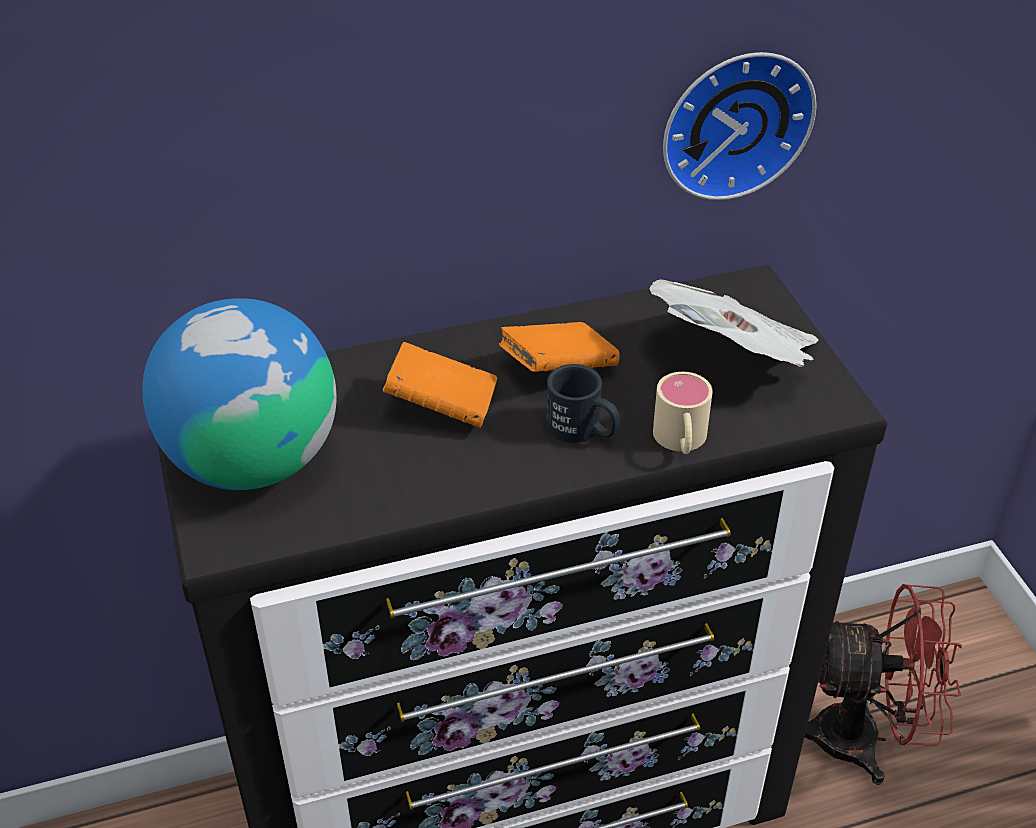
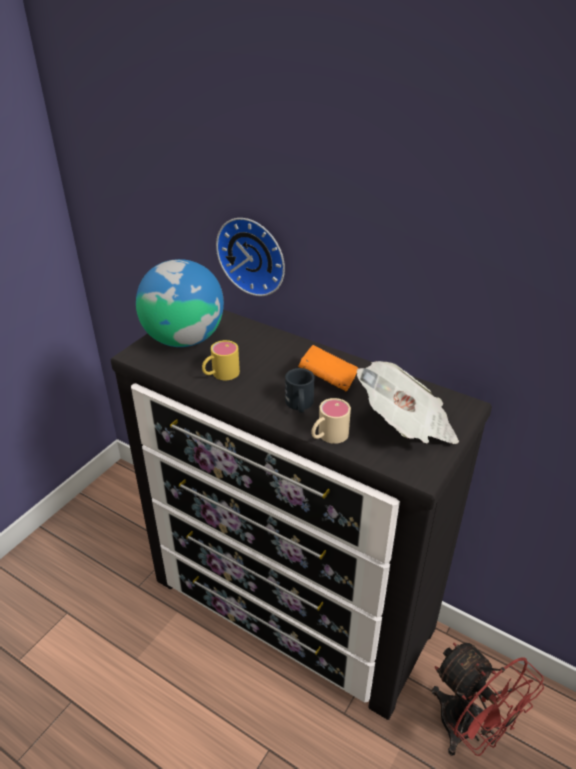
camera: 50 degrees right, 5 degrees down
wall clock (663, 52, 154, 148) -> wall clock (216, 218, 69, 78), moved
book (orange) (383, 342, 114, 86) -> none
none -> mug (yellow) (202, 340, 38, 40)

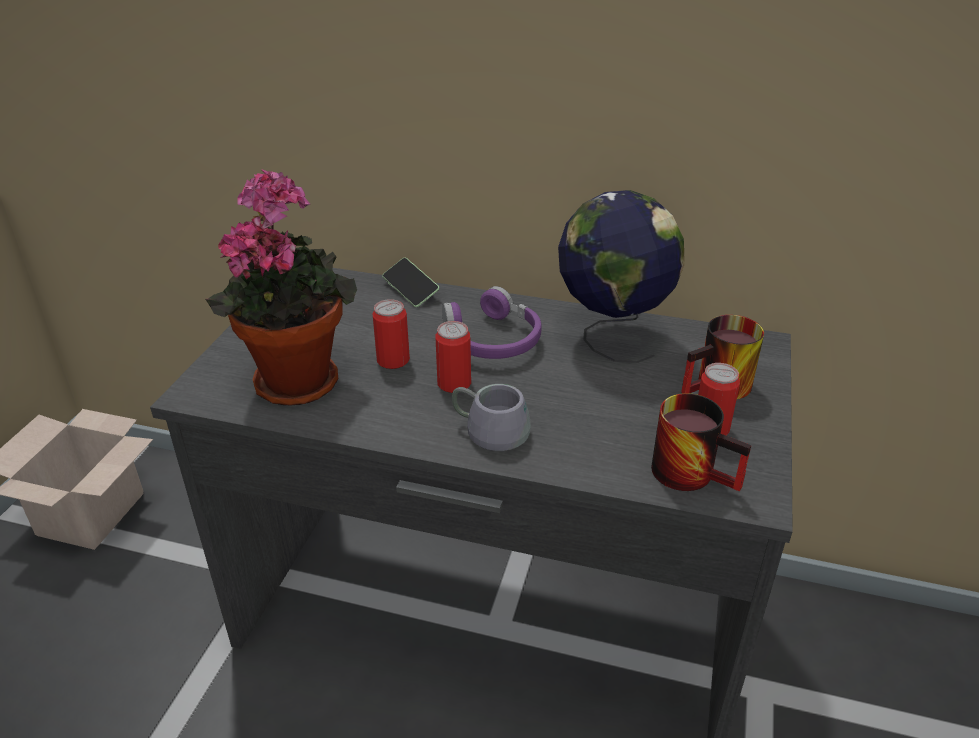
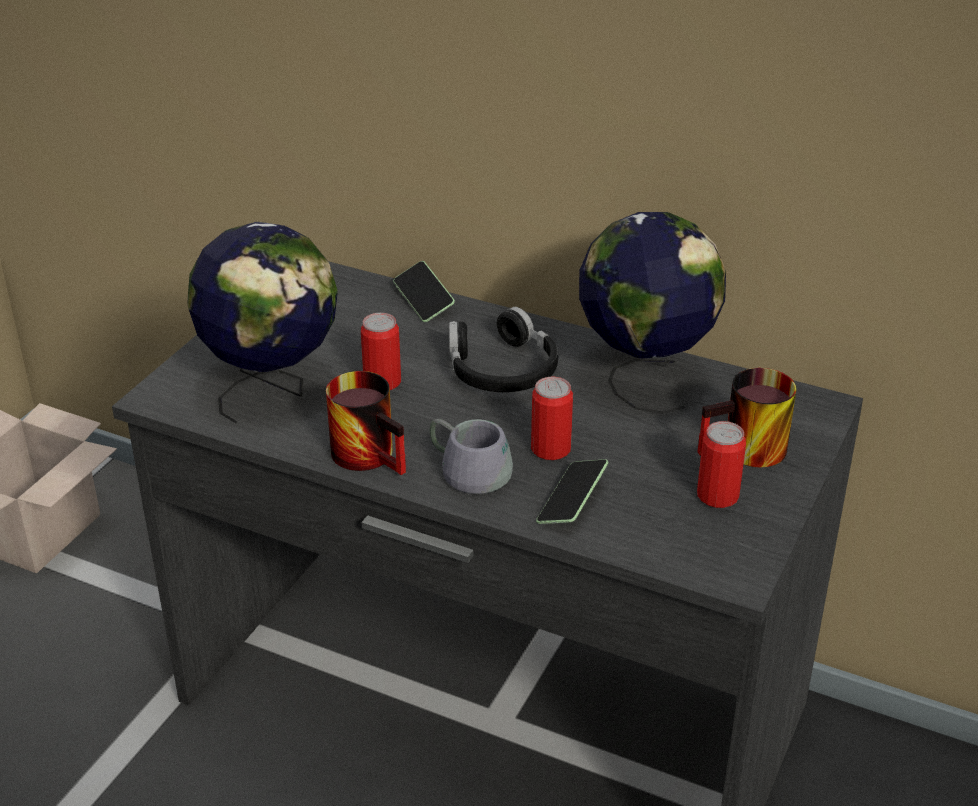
camera: 10 degrees right, 0 degrees up
potted plant (206, 169, 151, 237) -> globe (187, 222, 151, 202)
headphones (purple) (442, 286, 100, 73) -> headphones (black) (449, 307, 109, 85)
can (435, 321, 36, 72) -> can (531, 377, 42, 83), moved
mug (651, 393, 100, 98) -> mug (326, 371, 80, 104), moved
none -> phone (536, 459, 73, 65)

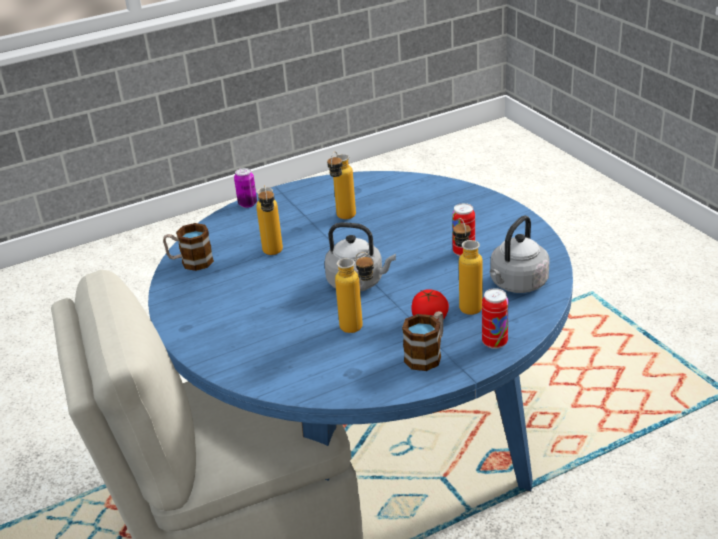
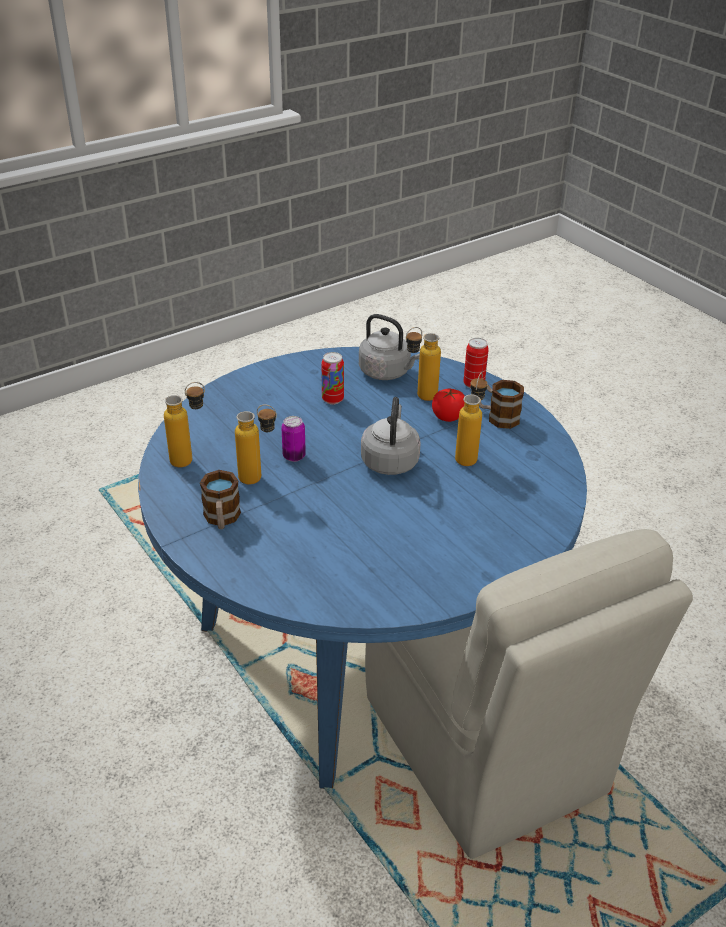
camera: 100 degrees left, 5 degrees up
can (234, 168, 23, 40) -> can (281, 416, 25, 46), moved
bottle (256, 185, 27, 70) -> bottle (164, 382, 41, 85), moved
mug (163, 223, 51, 48) -> mug (200, 470, 41, 59), moved

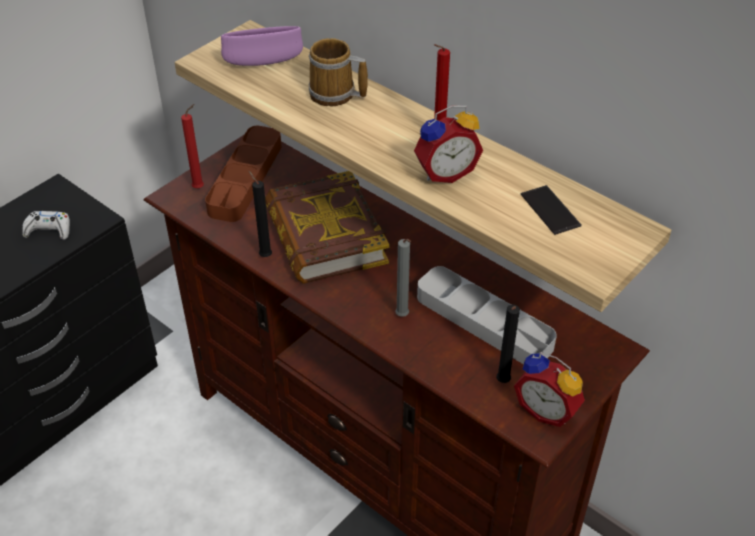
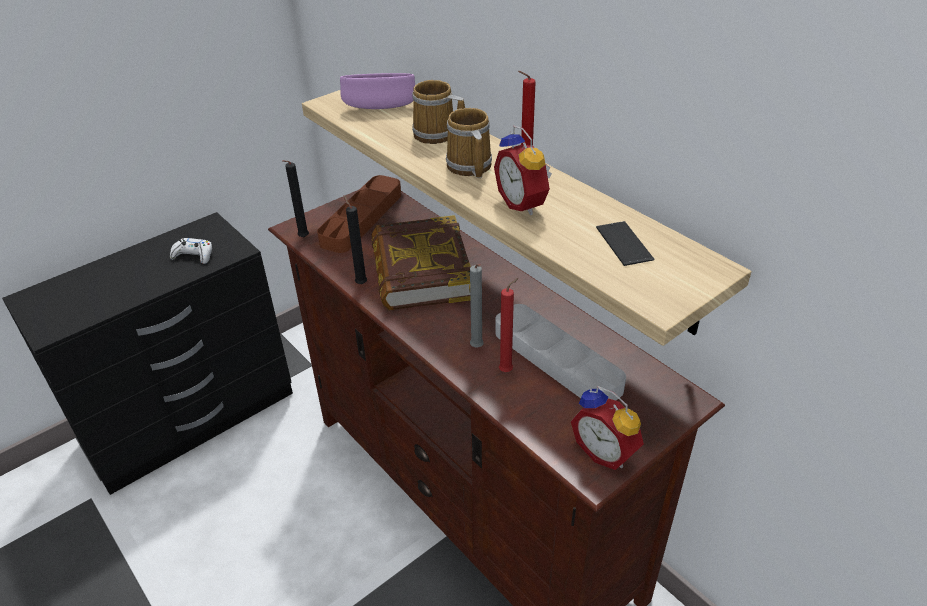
camera: 10 degrees right, 5 degrees down
candle (red) (181, 104, 23, 85) -> candle (red) (499, 278, 20, 94), moved
alarm clock (414, 105, 69, 78) -> alarm clock (494, 126, 58, 89), 75 degrees clockwise
candle (black) (496, 305, 24, 78) -> candle (black) (282, 160, 27, 77), moved
none -> mug (446, 108, 46, 70)

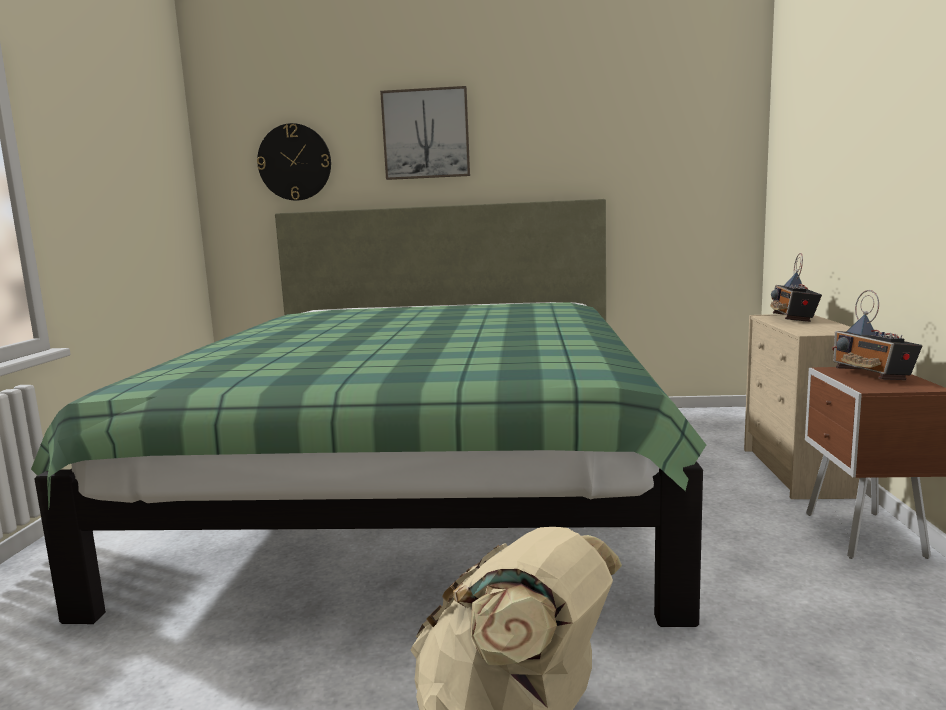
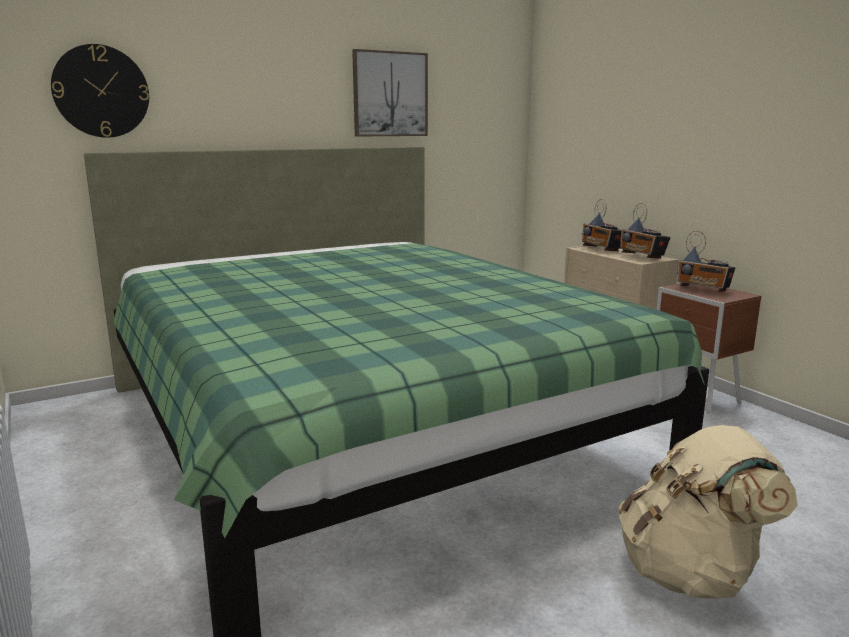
camera: 35 degrees left, 5 degrees up
picture (380, 86, 90, 94) -> picture (352, 49, 76, 88), moved
none -> radio (620, 203, 51, 56)

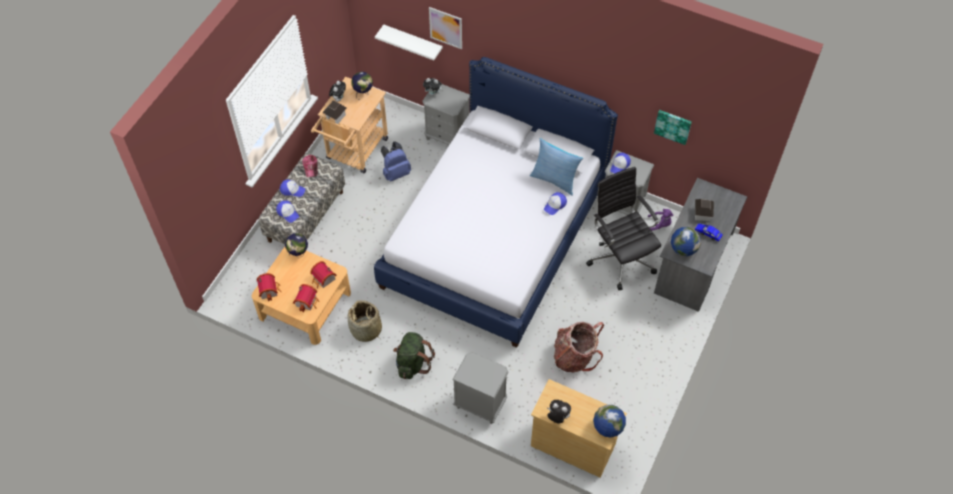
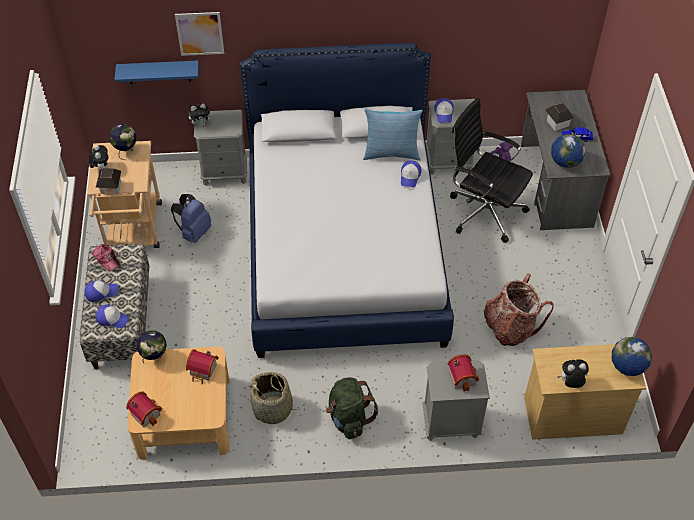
camera: 30 degrees left, 5 degrees down
shelf (white) (375, 24, 68, 36) -> shelf (blue) (115, 61, 84, 23)
picture (654, 110, 38, 35) -> none
toy house (293, 284, 27, 28) -> toy house (447, 354, 33, 38), moved

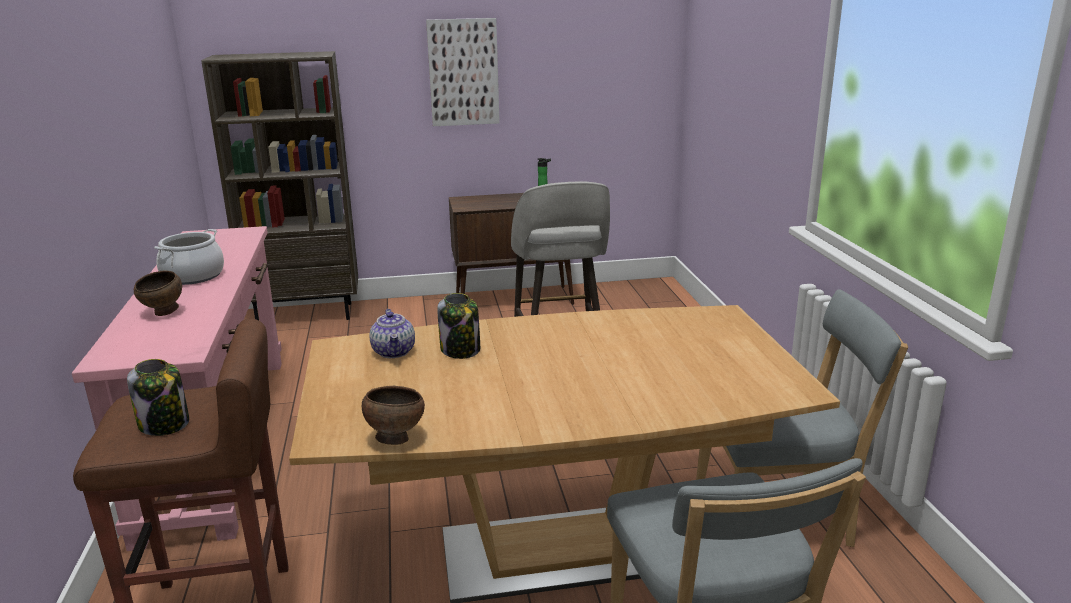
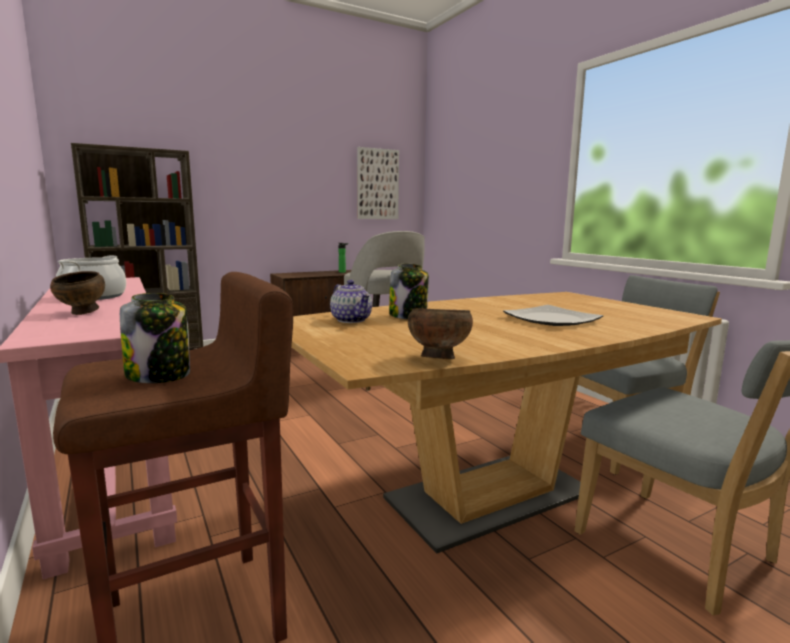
camera: 20 degrees left, 10 degrees down
picture (426, 18, 74, 108) -> picture (357, 147, 42, 72), moved
none -> plate (503, 305, 100, 21)

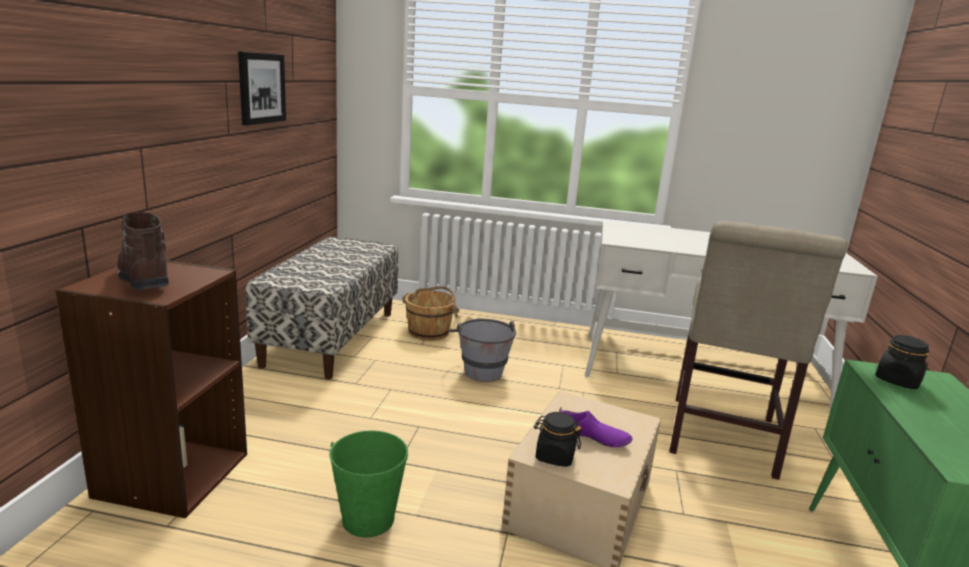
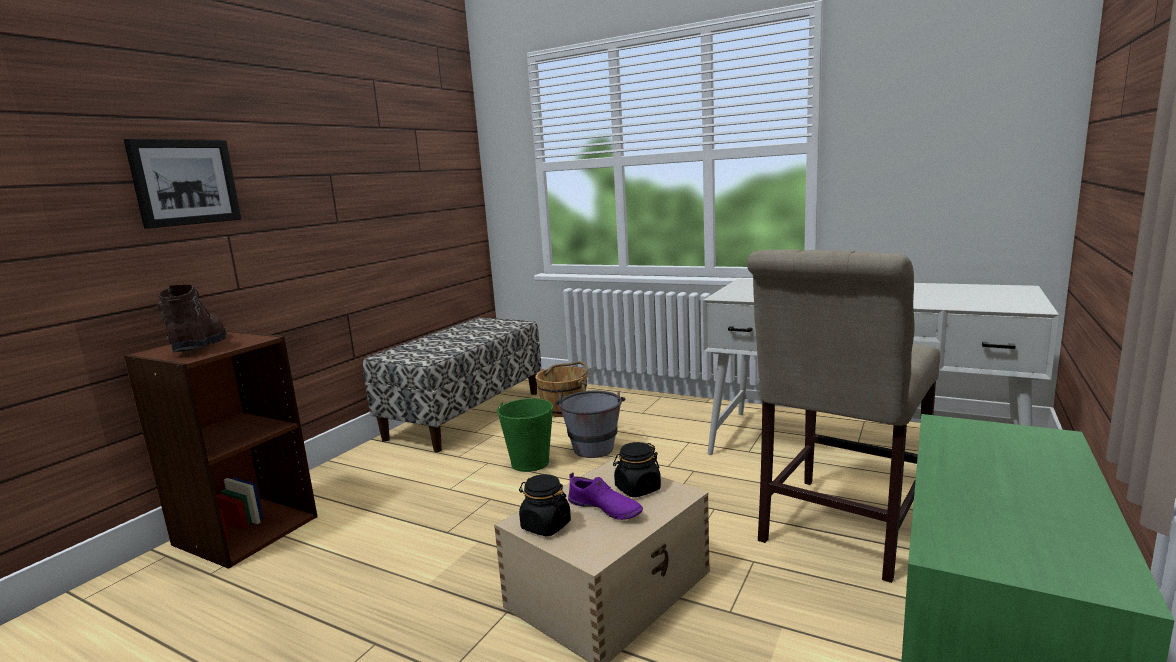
camera: 20 degrees right, 5 degrees down
picture (238, 51, 48, 75) -> picture (124, 139, 117, 90), moved
jar (black) (875, 335, 54, 54) -> jar (black) (613, 442, 48, 55), moved
bucket (green) (330, 430, 78, 107) -> bucket (green) (497, 398, 56, 74), moved

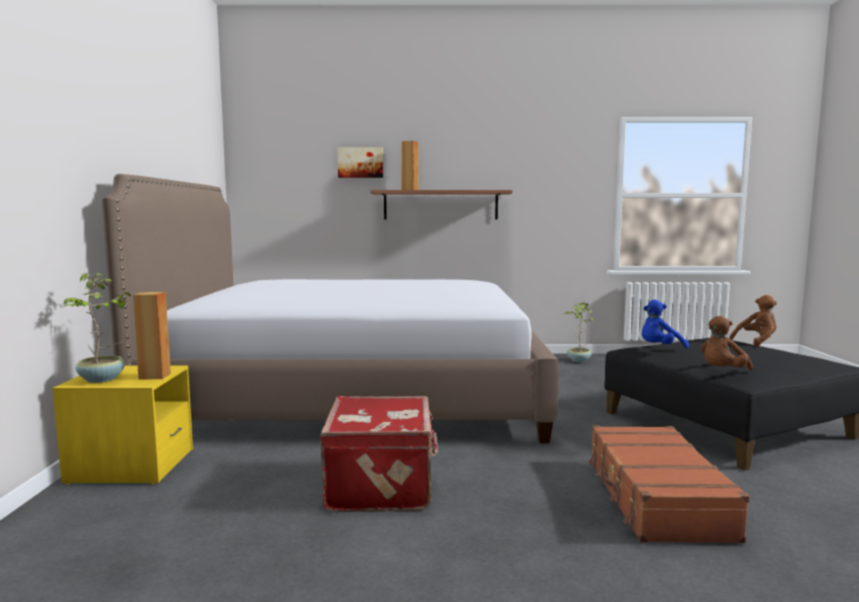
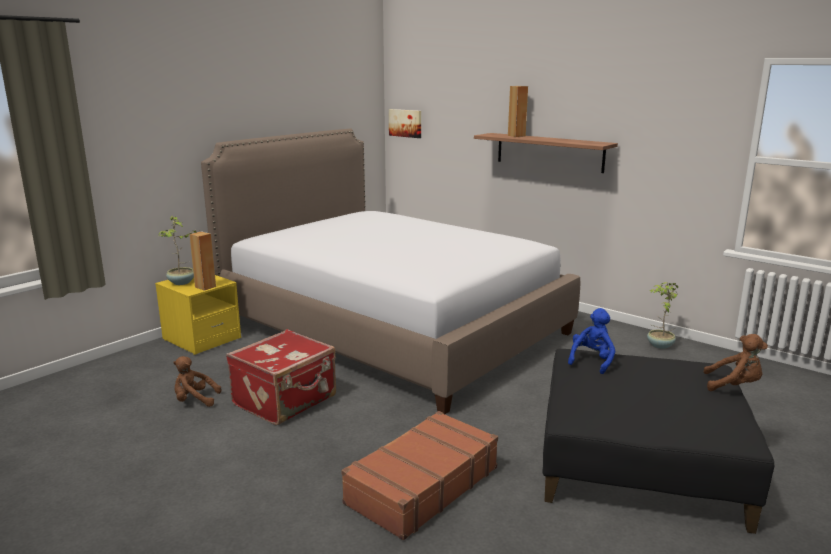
camera: 40 degrees right, 10 degrees up
picture (337, 147, 46, 31) -> picture (389, 109, 32, 29), moved
plush toy (blue) (642, 300, 47, 49) -> plush toy (blue) (568, 308, 48, 66), 105 degrees clockwise
plush toy (brown) (701, 316, 52, 54) -> plush toy (brown) (173, 356, 48, 51), moved

